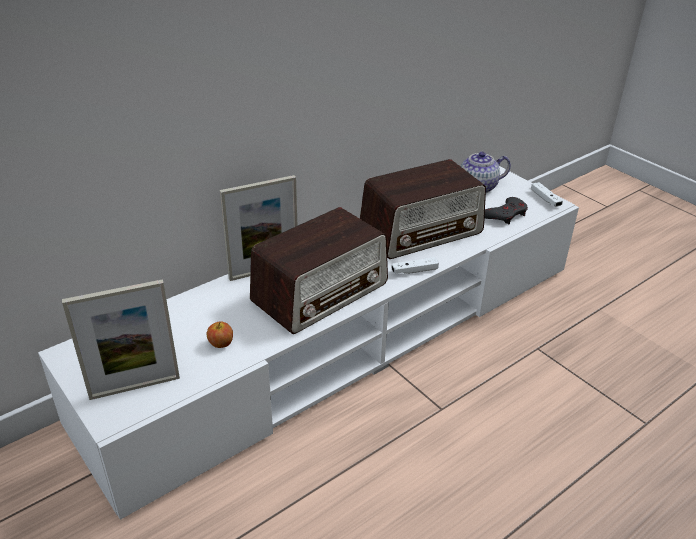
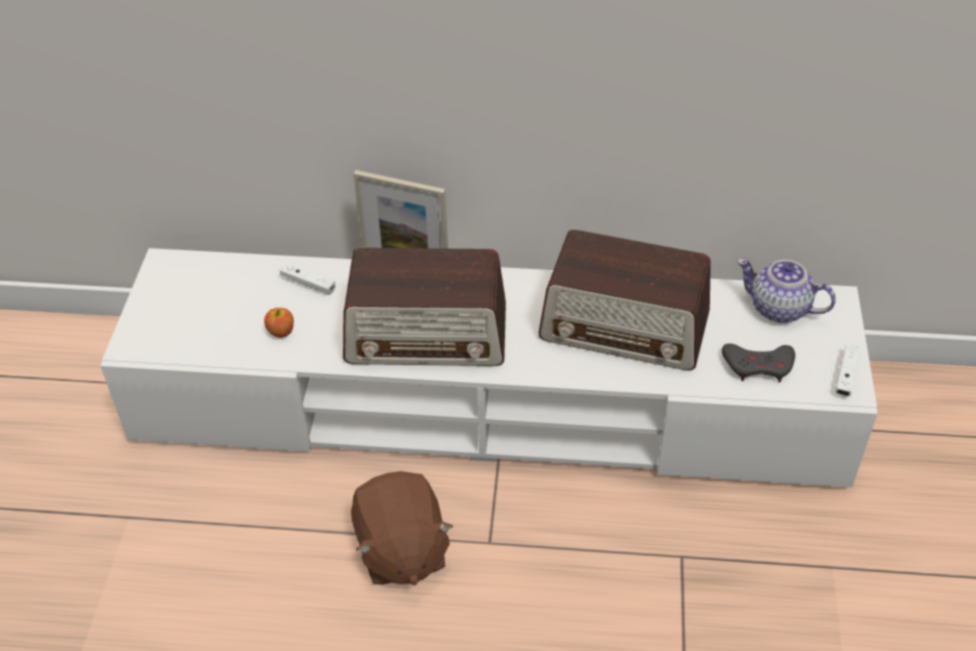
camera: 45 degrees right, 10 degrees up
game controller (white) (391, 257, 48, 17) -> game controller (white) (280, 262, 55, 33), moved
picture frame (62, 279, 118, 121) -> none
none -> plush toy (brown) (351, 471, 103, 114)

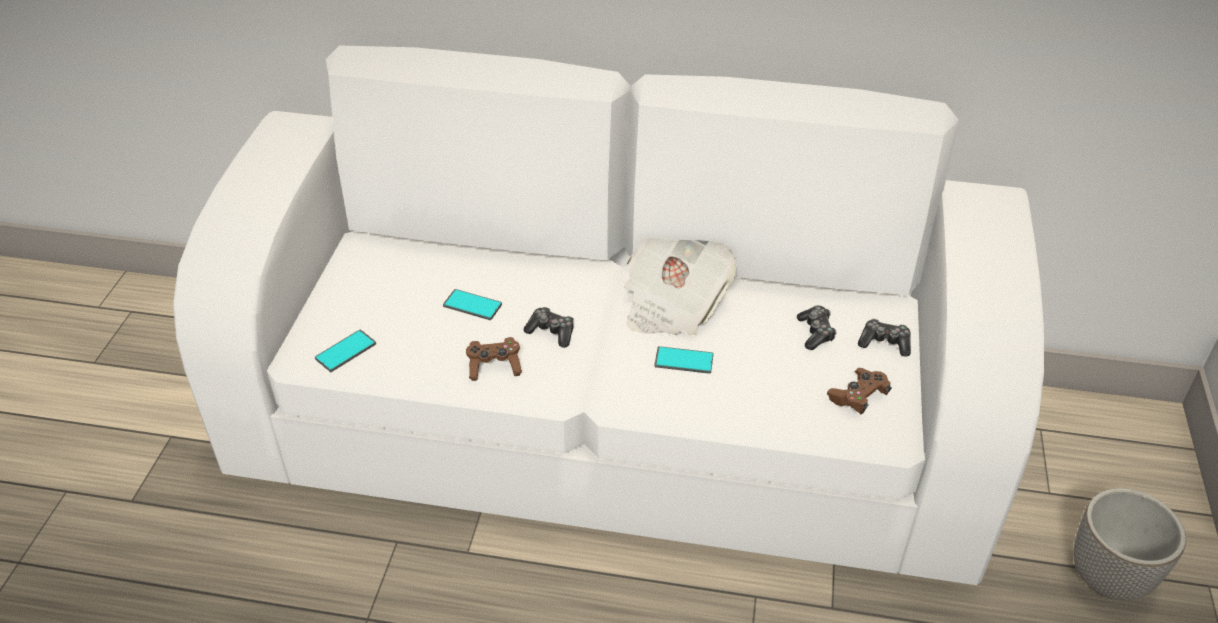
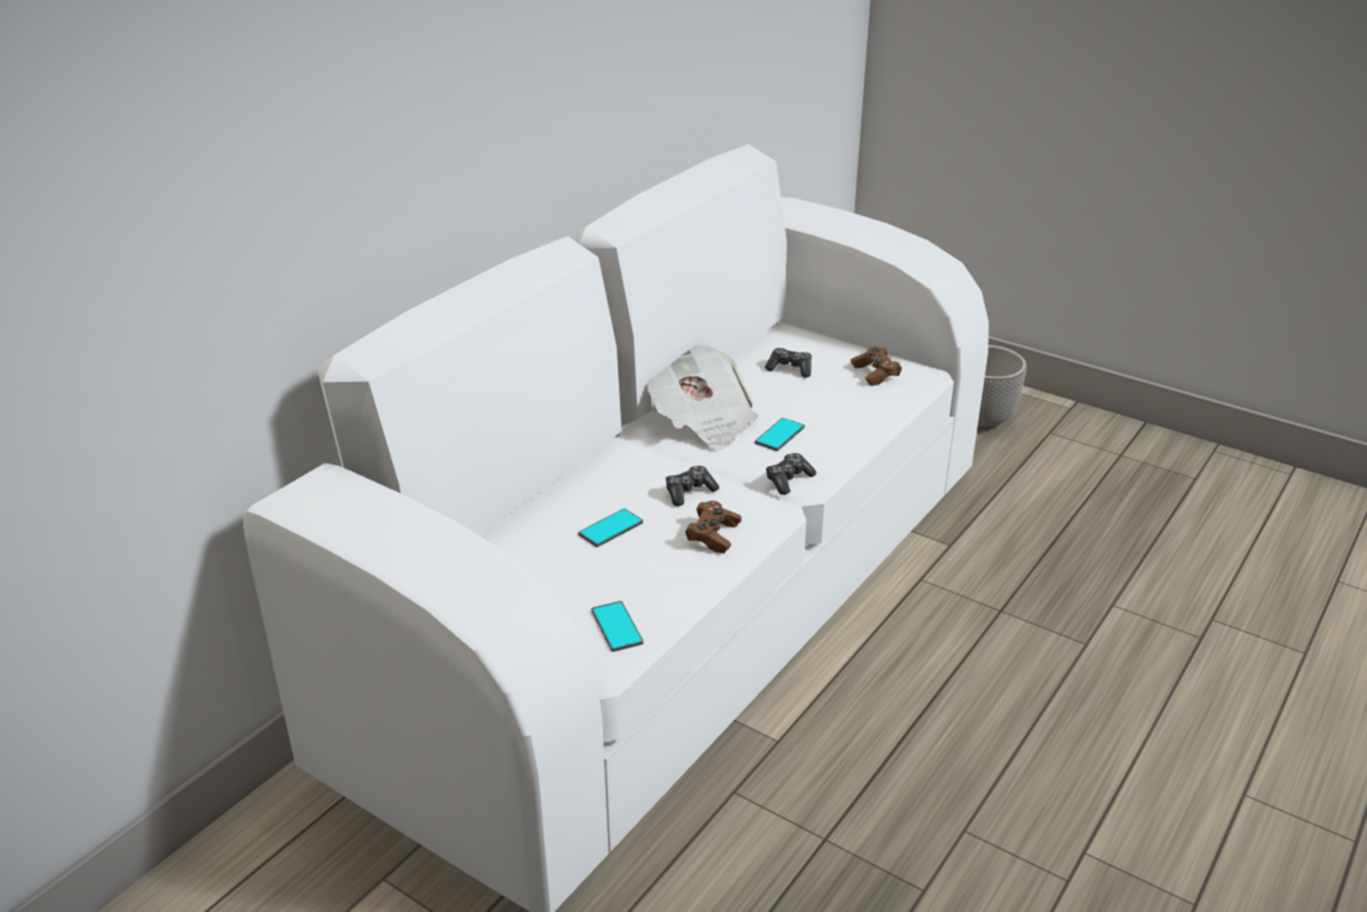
camera: 65 degrees left, 10 degrees down
game controller (858, 319, 53, 38) -> game controller (766, 453, 50, 42), moved

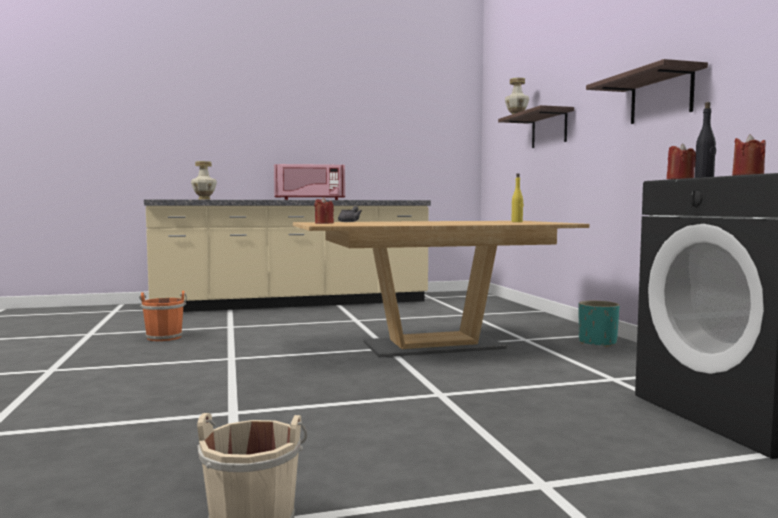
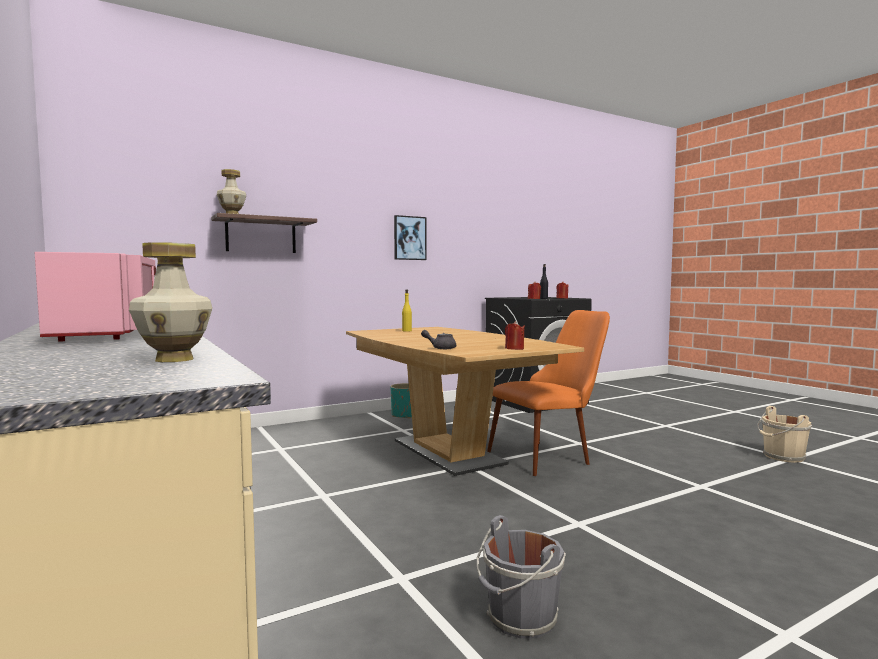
camera: 105 degrees left, 0 degrees up
shelf (586, 59, 122, 65) -> picture (394, 215, 32, 45)
bucket (orange) (139, 291, 48, 50) -> bucket (grey) (477, 515, 89, 124)
none -> chair (orange) (487, 310, 123, 166)

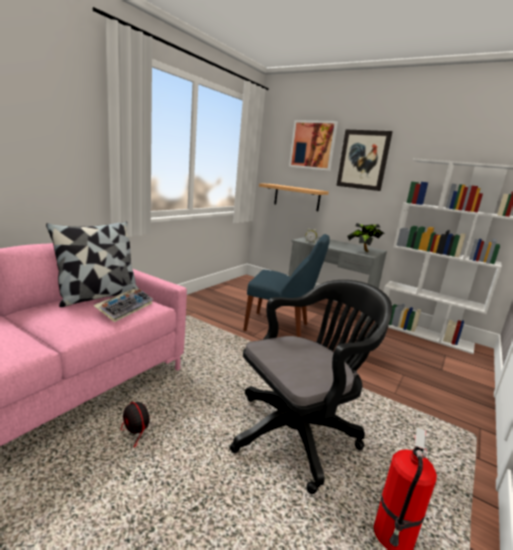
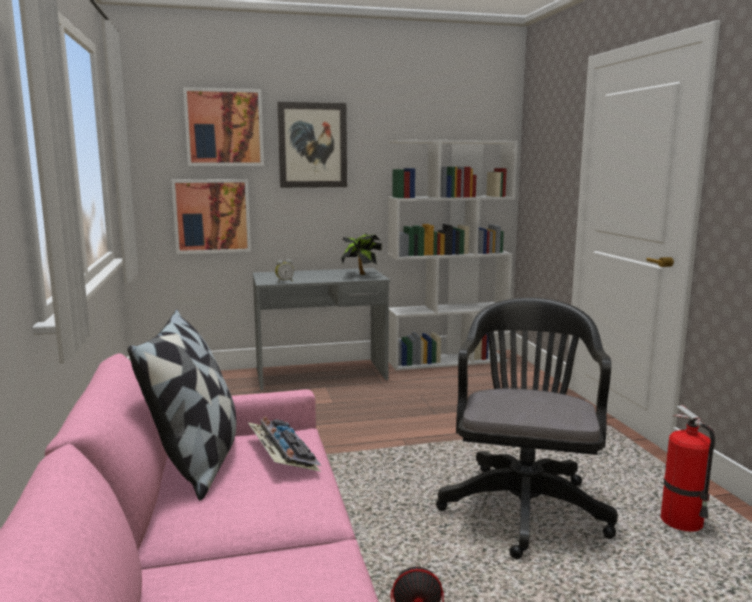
camera: 45 degrees left, 5 degrees down
shelf (259, 183, 70, 28) -> picture (171, 179, 80, 75)
chair (blue) (243, 234, 87, 103) -> none

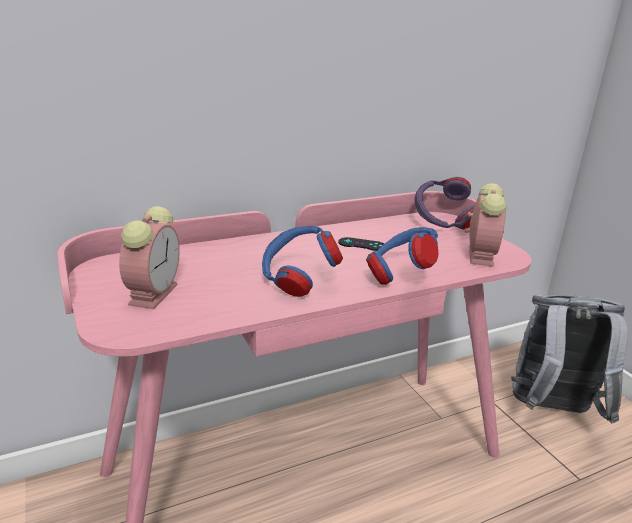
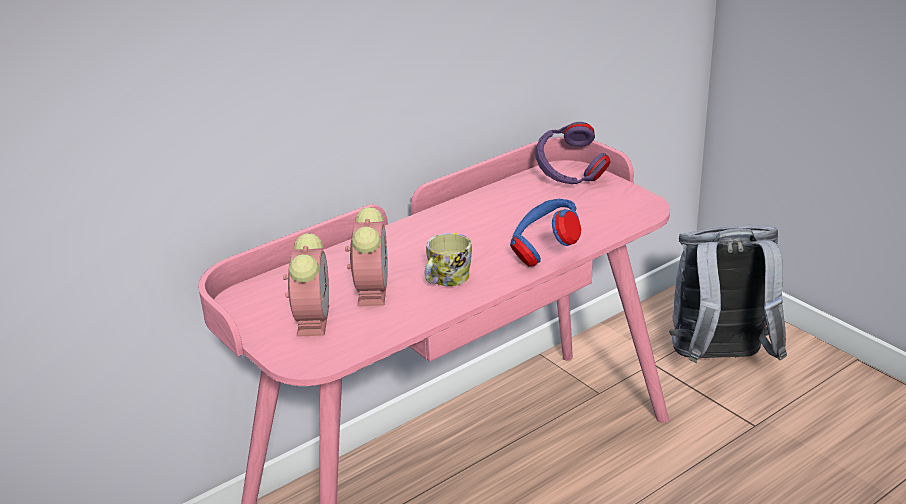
camera: 10 degrees left, 5 degrees up
alarm clock (465, 183, 42, 84) -> alarm clock (345, 207, 43, 99), moved
headphones (blue) (262, 226, 81, 71) -> mug (425, 233, 47, 53)
game controller (black) (338, 237, 46, 14) -> none

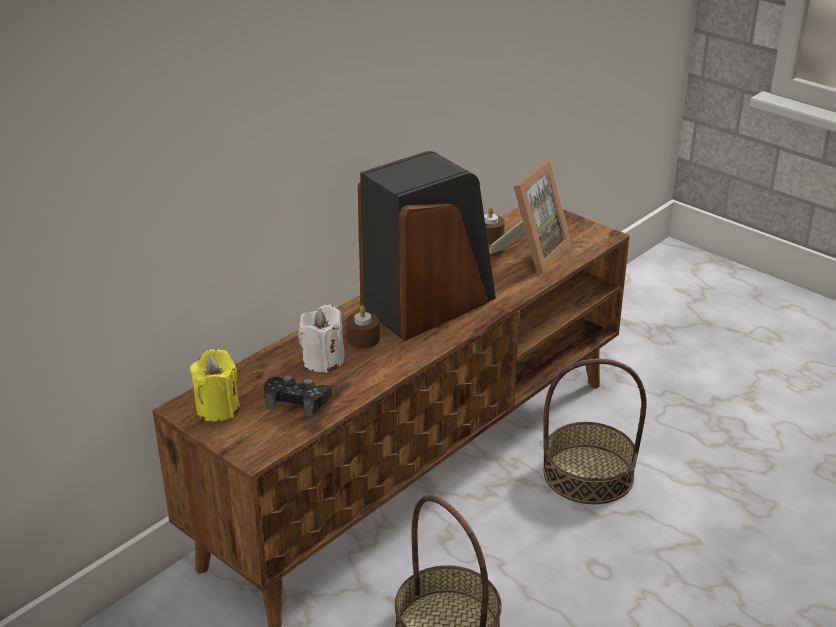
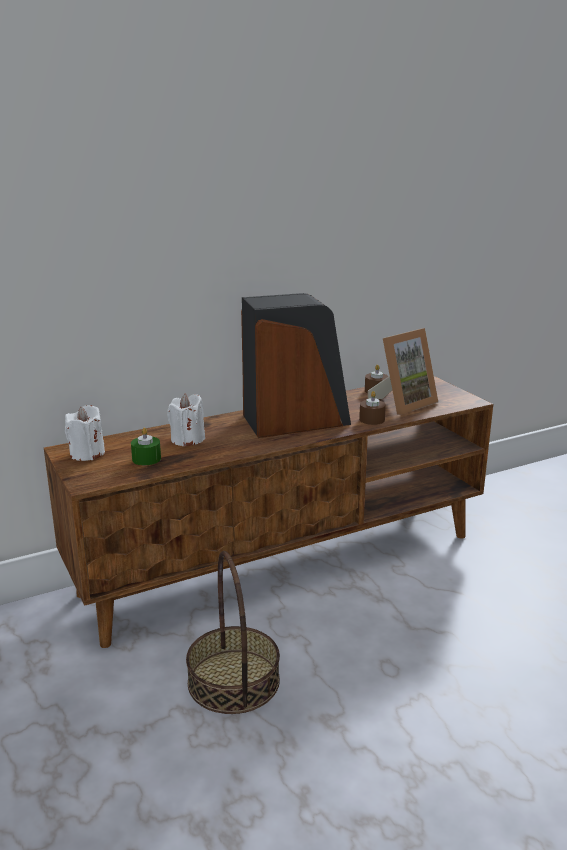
camera: 20 degrees right, 10 degrees down
candle (brown) (346, 305, 34, 43) -> candle (brown) (359, 391, 27, 34), moved
candle (yellow) (190, 349, 50, 73) -> candle (white) (65, 405, 40, 56)
basket (543, 359, 104, 145) -> none
game controller (black) (264, 375, 68, 42) -> candle (green) (131, 428, 30, 37)

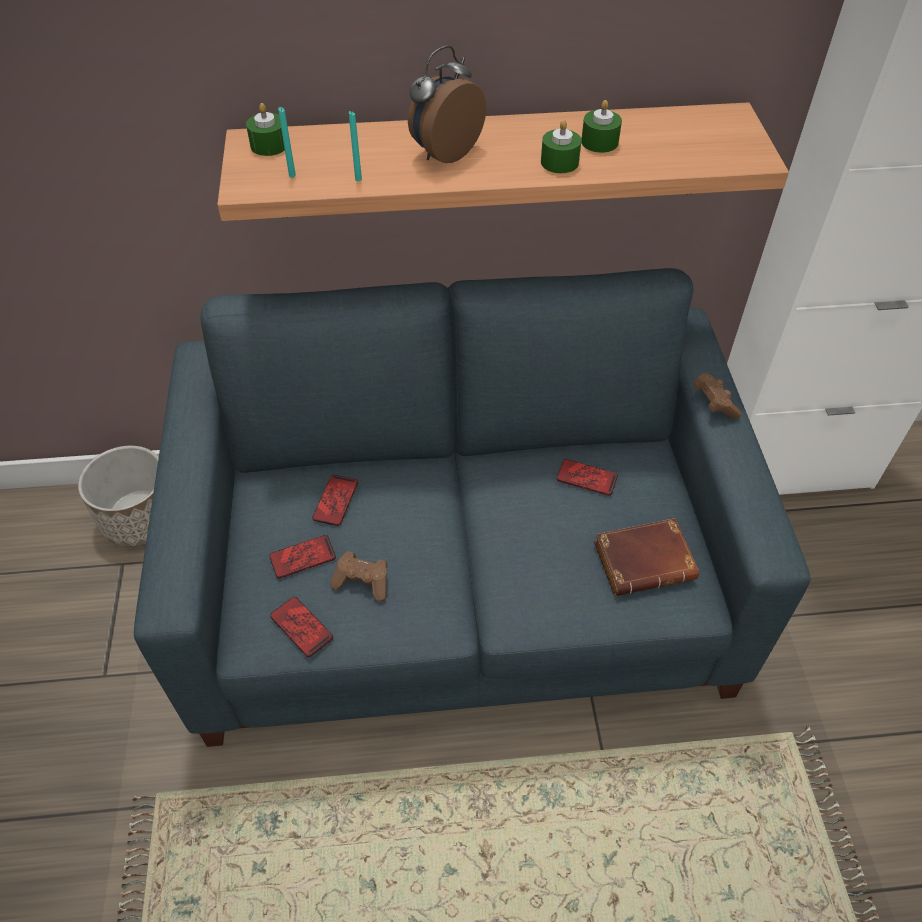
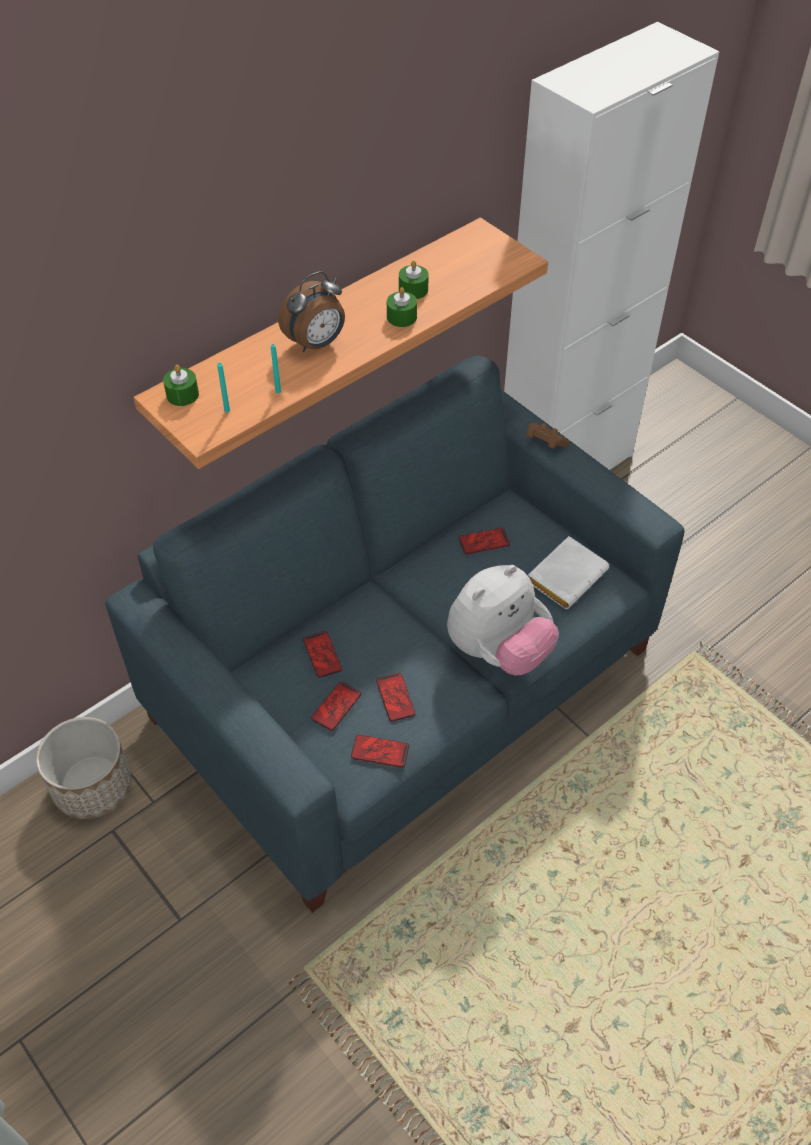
camera: 35 degrees left, 0 degrees up
alarm clock (408, 45, 78, 118) -> alarm clock (278, 271, 67, 81), 135 degrees counterclockwise
book (brown) (594, 518, 105, 78) -> book (white) (528, 536, 81, 73)
game controller (brown) (330, 551, 57, 50) -> phone (376, 673, 39, 49)
none -> plush toy (447, 565, 112, 111)

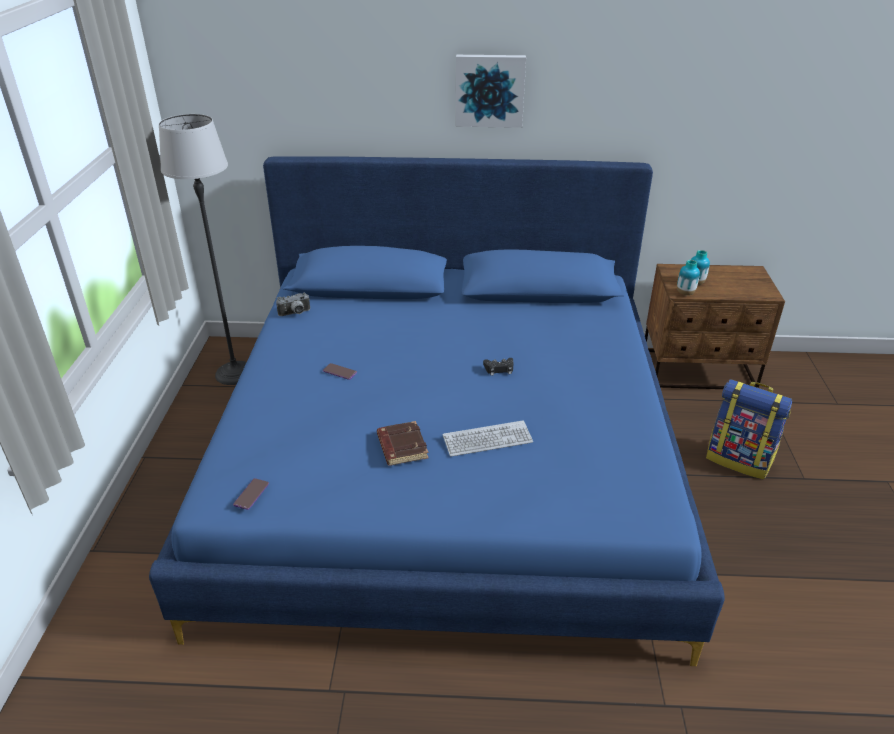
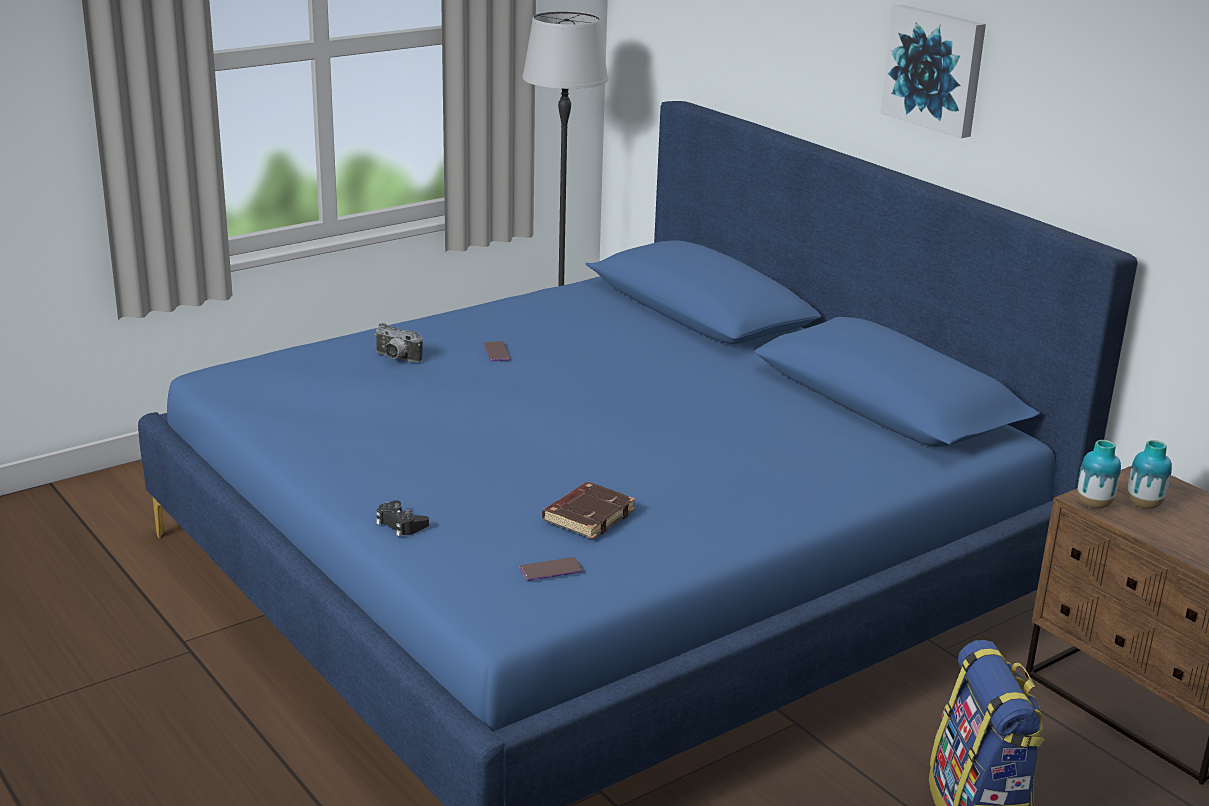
camera: 50 degrees right, 10 degrees down
photo camera (276, 293, 34, 23) -> photo camera (375, 323, 48, 40), moved
game controller (black) (483, 358, 31, 17) -> game controller (black) (376, 500, 53, 37), moved
book (brown) (377, 421, 52, 45) -> book (brown) (542, 482, 94, 57), moved
keyboard (443, 421, 90, 36) -> none
phone (233, 478, 36, 32) -> phone (519, 557, 64, 24), moved

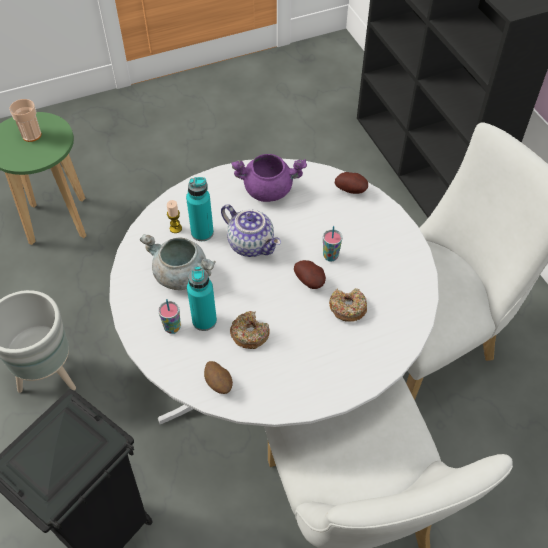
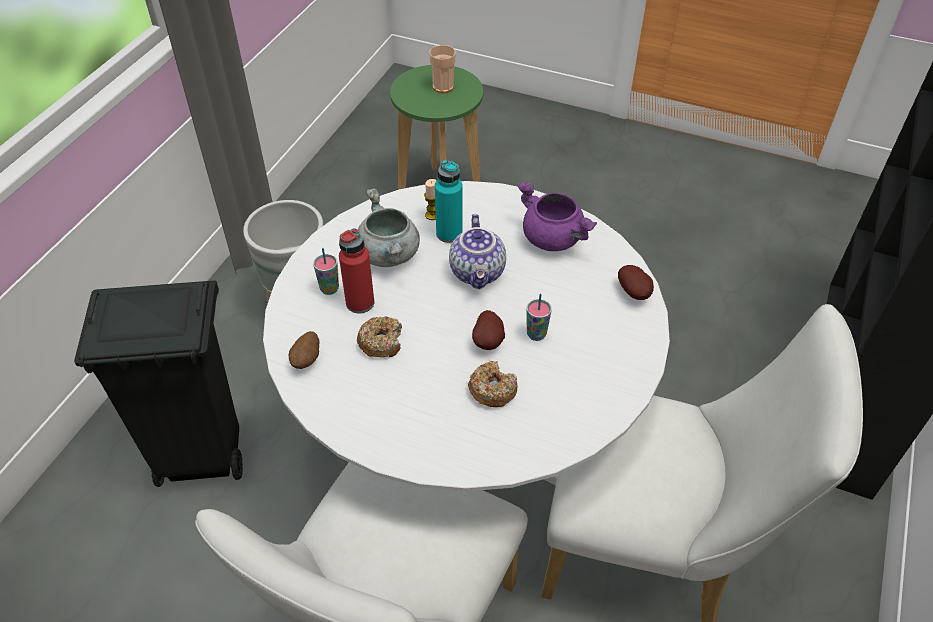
camera: 45 degrees right, 5 degrees down
bottle (turquoise) (187, 266, 30, 65) -> bottle (red) (339, 228, 35, 85)

